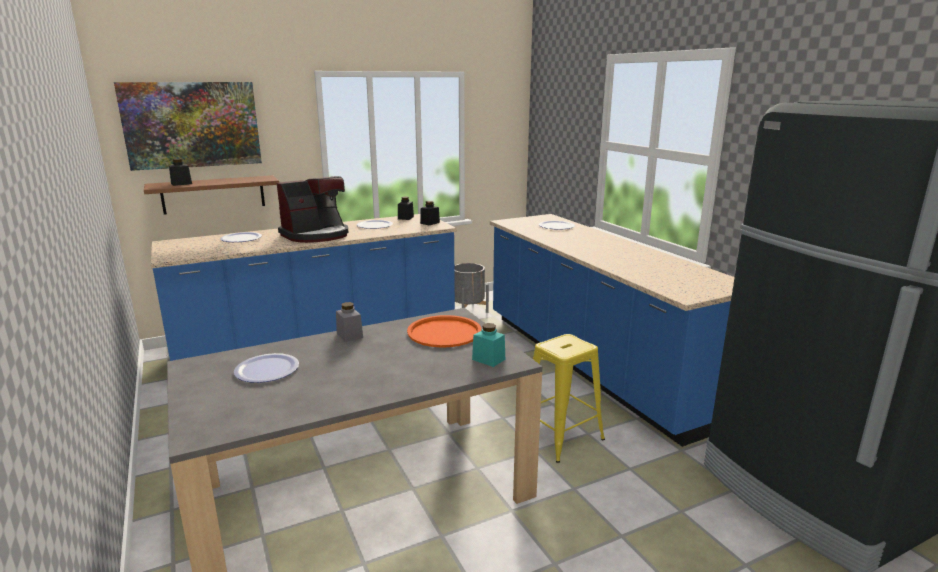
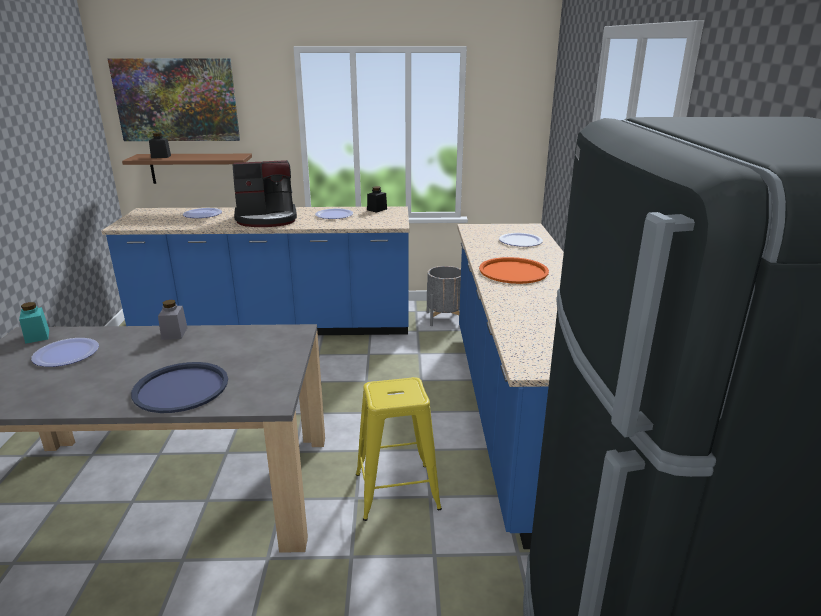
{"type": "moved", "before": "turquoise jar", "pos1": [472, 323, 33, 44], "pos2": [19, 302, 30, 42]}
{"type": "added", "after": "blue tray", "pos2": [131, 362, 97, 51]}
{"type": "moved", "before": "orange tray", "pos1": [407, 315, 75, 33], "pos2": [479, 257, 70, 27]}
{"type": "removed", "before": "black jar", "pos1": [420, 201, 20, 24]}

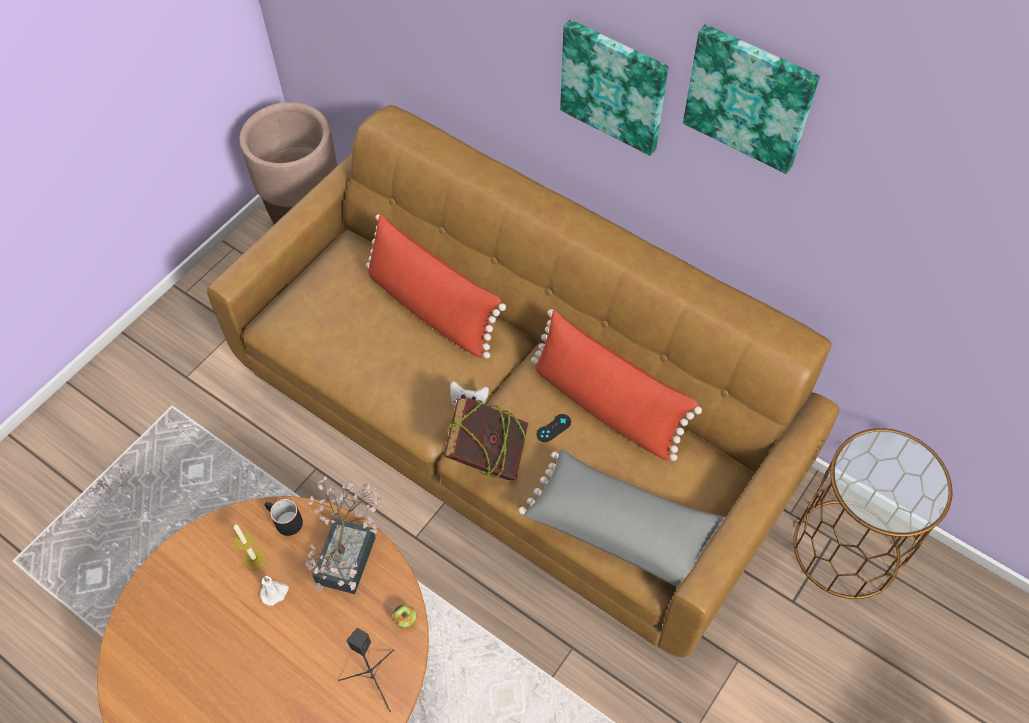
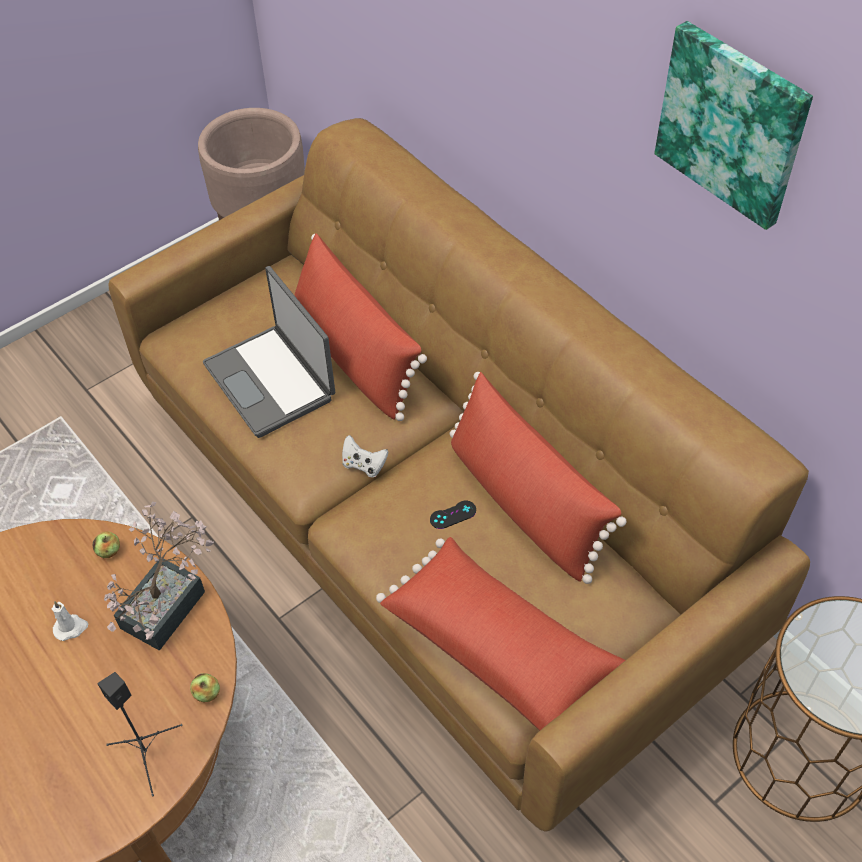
{"type": "replaced", "before": "black mug", "after": "apple", "pos1": [265, 499, 38, 37], "pos2": [93, 531, 27, 27]}
{"type": "added", "after": "laptop", "pos2": [203, 266, 132, 172]}
{"type": "recoloured", "before": "grey pillow", "after": "red pillow", "pos1": [519, 449, 207, 139], "pos2": [376, 537, 249, 194]}
{"type": "removed", "before": "candle", "pos1": [234, 524, 32, 46]}
{"type": "removed", "before": "book", "pos1": [444, 397, 84, 83]}
{"type": "removed", "before": "picture", "pos1": [560, 20, 108, 136]}

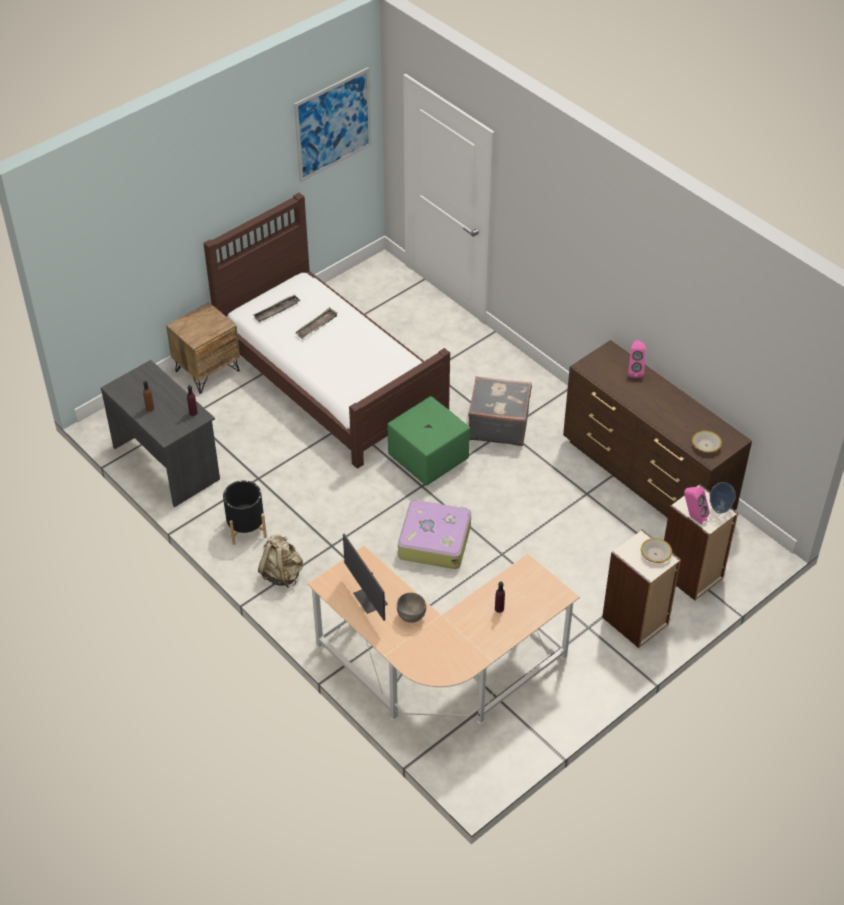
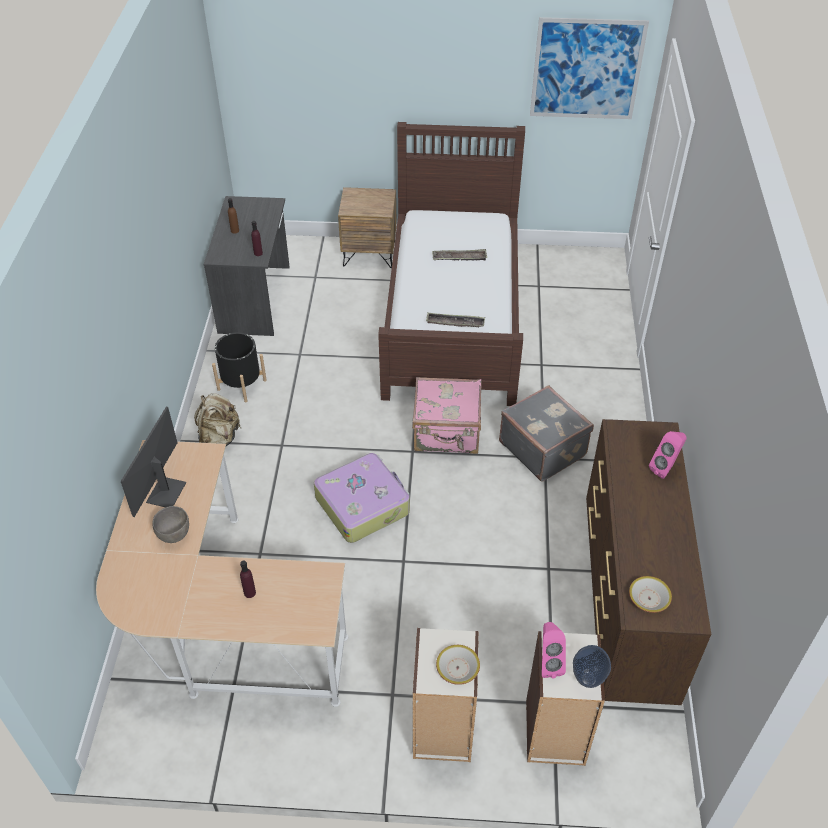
{"type": "replaced", "before": "green ottoman", "after": "pink suitcase", "pos1": [387, 396, 83, 89], "pos2": [412, 377, 70, 77]}
{"type": "moved", "before": "tray", "pos1": [253, 295, 47, 27], "pos2": [426, 313, 59, 14]}

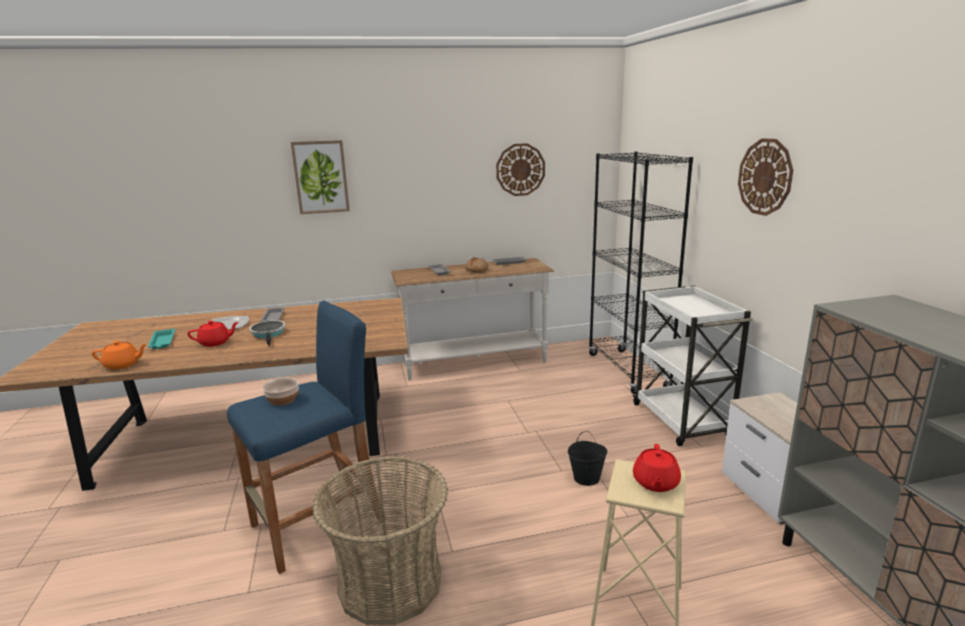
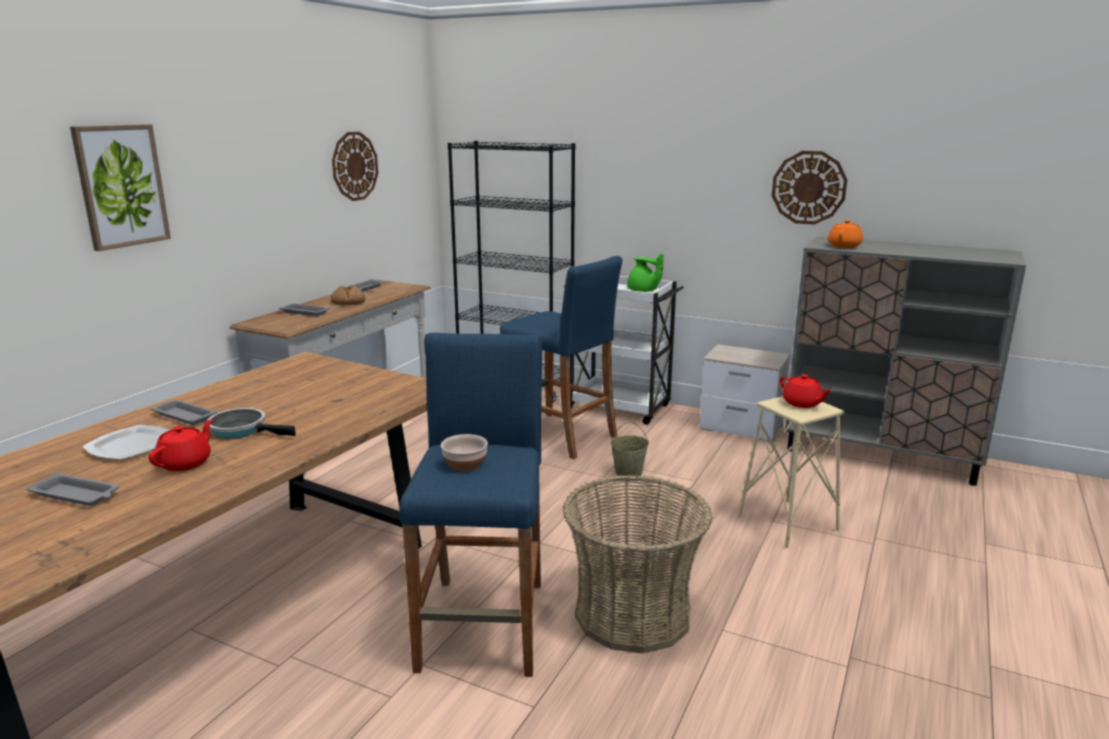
{"type": "recoloured", "before": "turquoise tray", "after": "grey tray", "pos1": [148, 328, 27, 21], "pos2": [26, 473, 94, 33]}
{"type": "added", "after": "blue stool", "pos2": [500, 256, 122, 203]}
{"type": "recoloured", "before": "black bucket", "after": "beige bucket", "pos1": [568, 431, 39, 55], "pos2": [610, 421, 39, 55]}
{"type": "added", "after": "green teapot", "pos2": [627, 253, 37, 39]}
{"type": "moved", "before": "wall clock", "pos1": [738, 138, 55, 78], "pos2": [772, 151, 75, 74]}
{"type": "moved", "before": "orange teapot", "pos1": [92, 341, 55, 29], "pos2": [828, 220, 35, 28]}

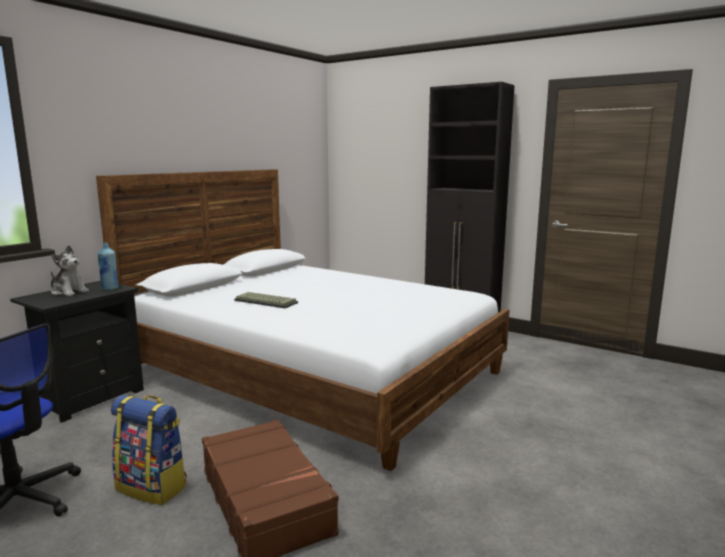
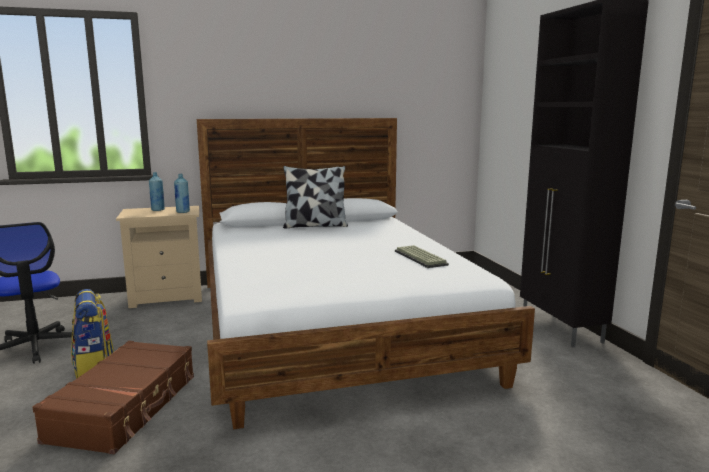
{"type": "recoloured", "before": "black nightstand", "after": "beige nightstand", "pos1": [10, 281, 134, 142], "pos2": [116, 206, 86, 102]}
{"type": "replaced", "before": "plush toy", "after": "blue bottle", "pos1": [51, 245, 38, 51], "pos2": [149, 172, 16, 39]}
{"type": "added", "after": "pillow", "pos2": [283, 166, 65, 63]}
{"type": "moved", "before": "keyboard", "pos1": [234, 292, 64, 16], "pos2": [395, 245, 54, 23]}

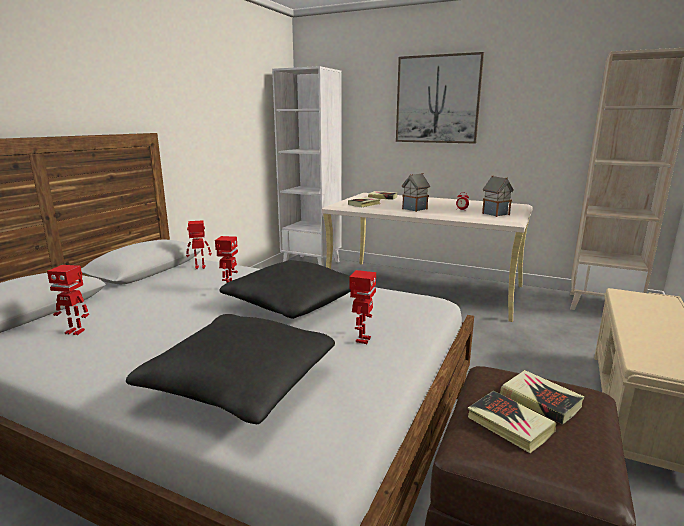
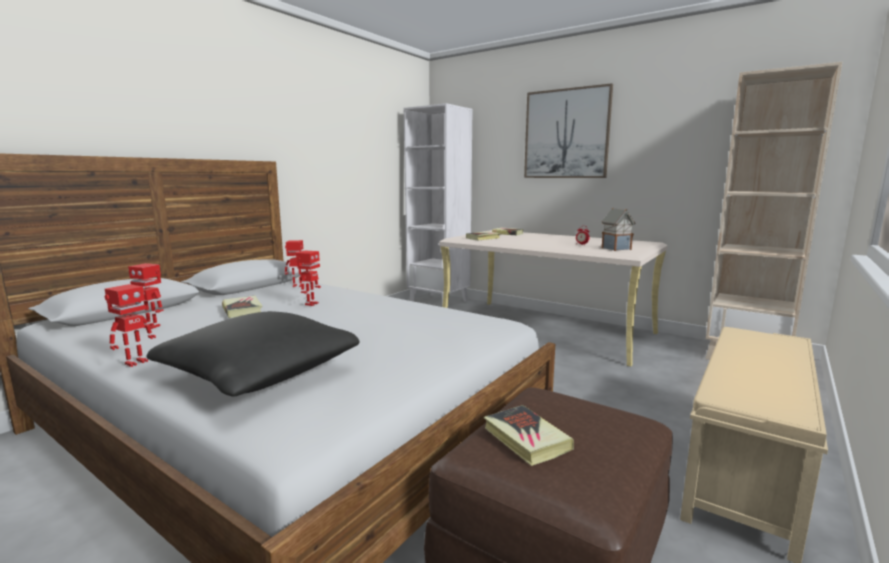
{"type": "moved", "before": "toy robot", "pos1": [349, 270, 27, 74], "pos2": [105, 284, 51, 83]}
{"type": "moved", "before": "book", "pos1": [500, 370, 84, 54], "pos2": [222, 296, 40, 22]}
{"type": "removed", "before": "black pillow", "pos1": [219, 260, 132, 59]}
{"type": "removed", "before": "toy house", "pos1": [402, 173, 28, 39]}

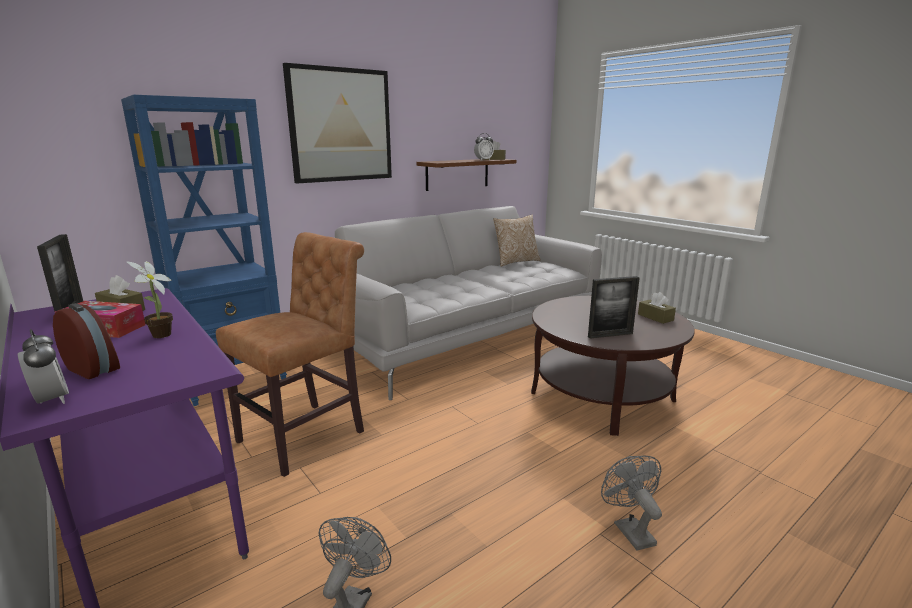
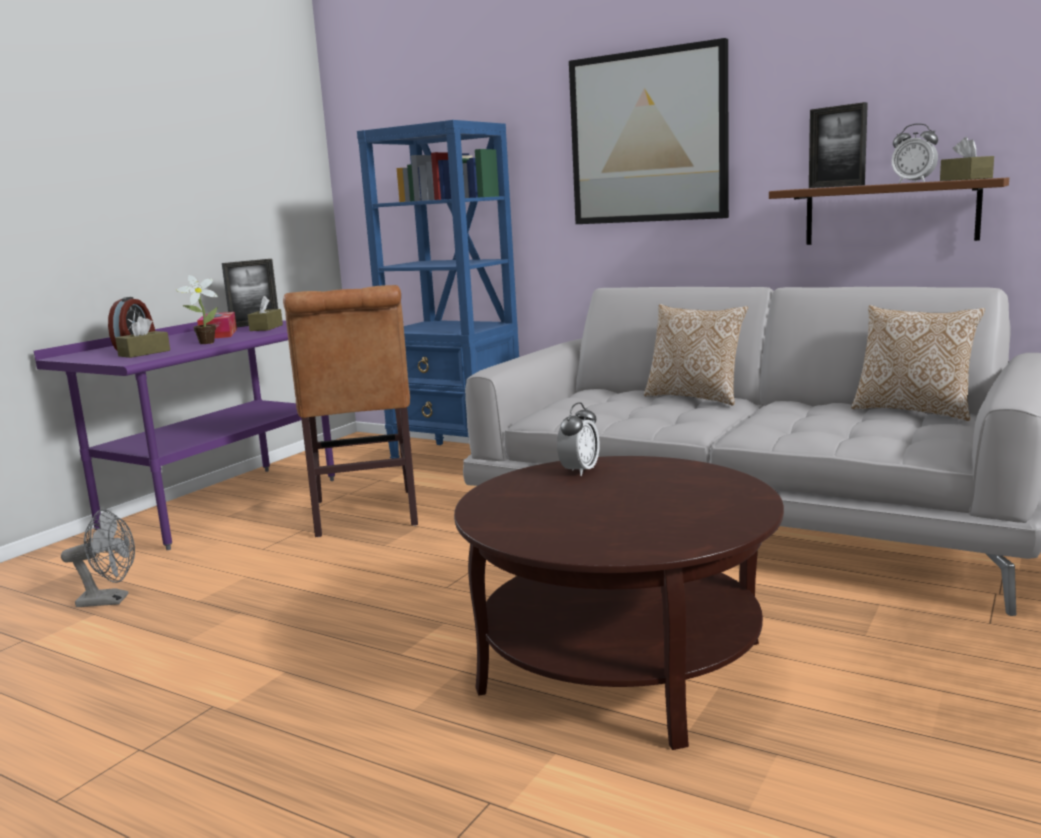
{"type": "moved", "before": "brown tissue box", "pos1": [638, 292, 38, 32], "pos2": [115, 316, 55, 42]}
{"type": "turned", "before": "brown chair", "pos1": [216, 232, 148, 245], "pos2": [283, 285, 135, 252], "turn": 60}
{"type": "moved", "before": "alarm clock", "pos1": [18, 329, 51, 75], "pos2": [557, 402, 43, 74]}
{"type": "added", "after": "pillow", "pos2": [644, 304, 104, 102]}
{"type": "moved", "before": "picture frame", "pos1": [588, 276, 52, 63], "pos2": [809, 102, 59, 86]}
{"type": "removed", "before": "grey fan", "pos1": [601, 455, 61, 96]}

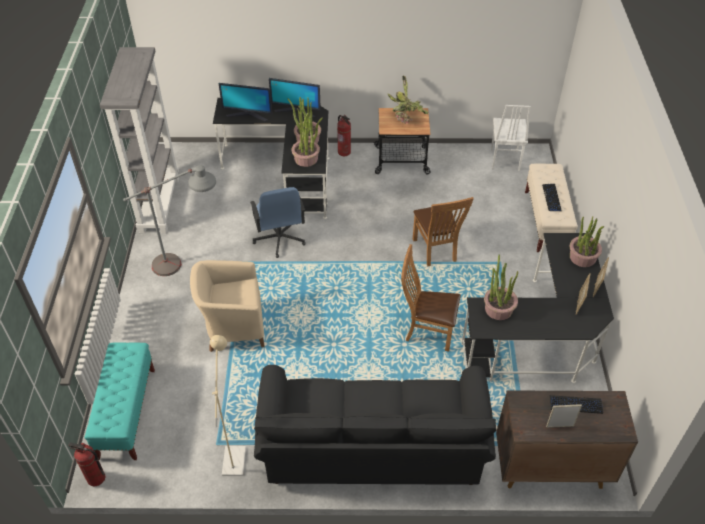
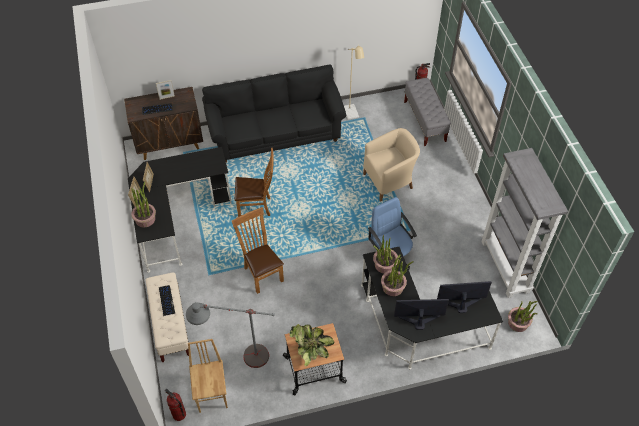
{"type": "moved", "before": "fire extinguisher", "pos1": [337, 115, 14, 41], "pos2": [165, 389, 21, 32]}
{"type": "moved", "before": "grey floor lamp", "pos1": [123, 165, 93, 111], "pos2": [186, 302, 89, 66]}
{"type": "recoloured", "before": "white chair", "after": "brown chair", "pos1": [491, 105, 40, 66], "pos2": [188, 339, 40, 74]}
{"type": "recoloured", "before": "turquoise bench", "after": "grey bench", "pos1": [85, 343, 70, 117], "pos2": [404, 78, 47, 68]}
{"type": "moved", "before": "potted plant", "pos1": [484, 254, 34, 66], "pos2": [508, 301, 30, 31]}

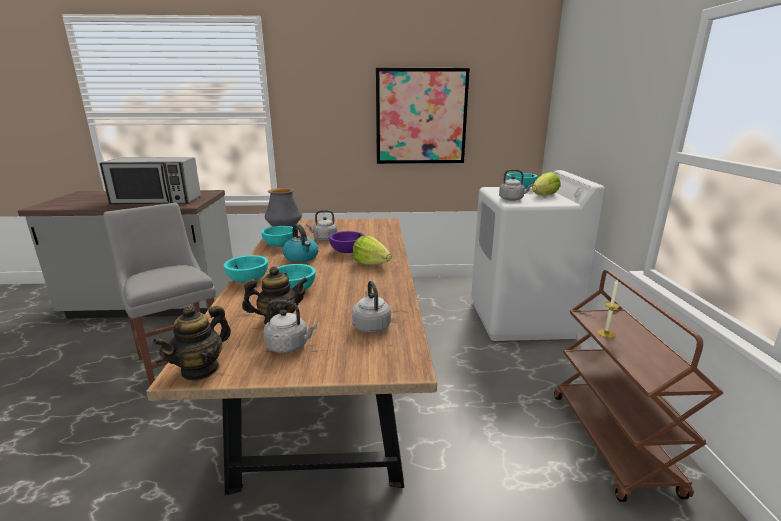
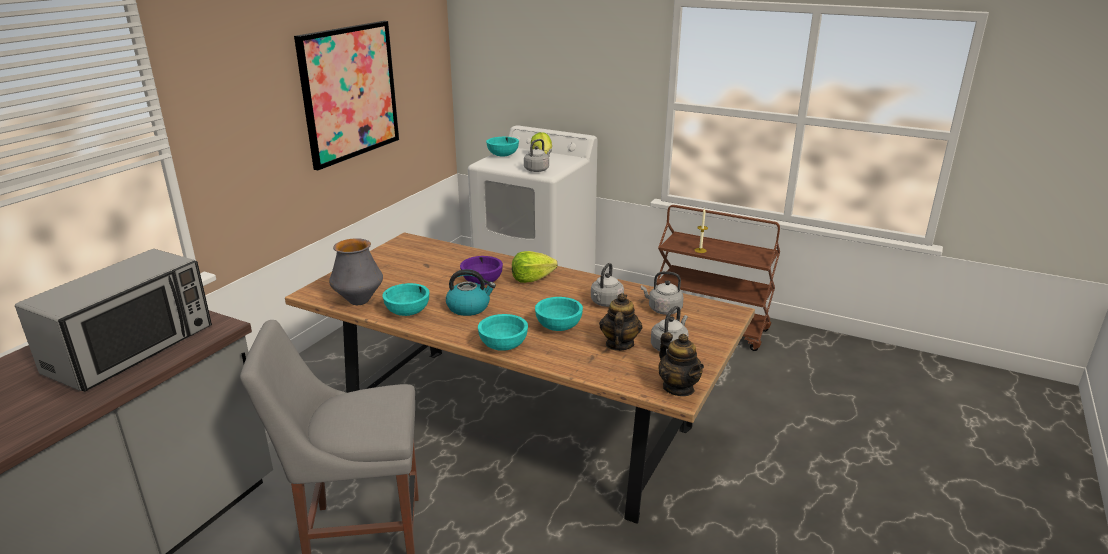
{"type": "moved", "before": "grey kettle", "pos1": [306, 210, 32, 31], "pos2": [591, 263, 33, 44]}

